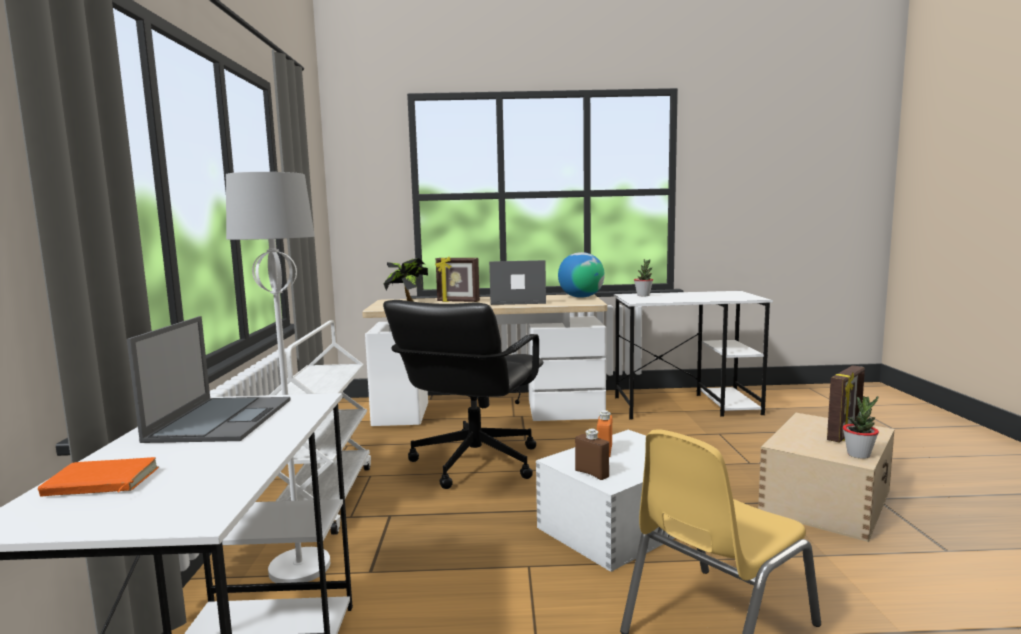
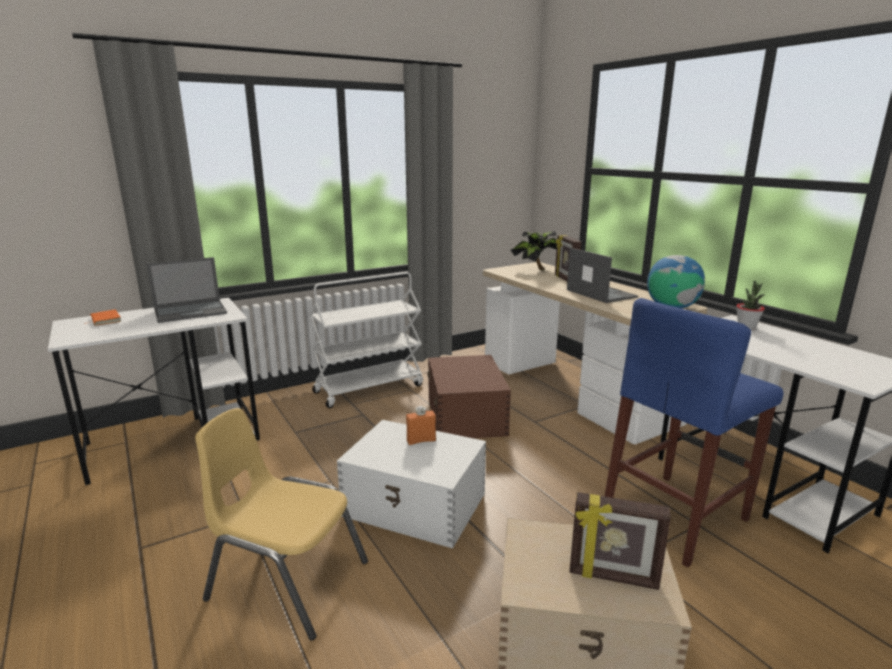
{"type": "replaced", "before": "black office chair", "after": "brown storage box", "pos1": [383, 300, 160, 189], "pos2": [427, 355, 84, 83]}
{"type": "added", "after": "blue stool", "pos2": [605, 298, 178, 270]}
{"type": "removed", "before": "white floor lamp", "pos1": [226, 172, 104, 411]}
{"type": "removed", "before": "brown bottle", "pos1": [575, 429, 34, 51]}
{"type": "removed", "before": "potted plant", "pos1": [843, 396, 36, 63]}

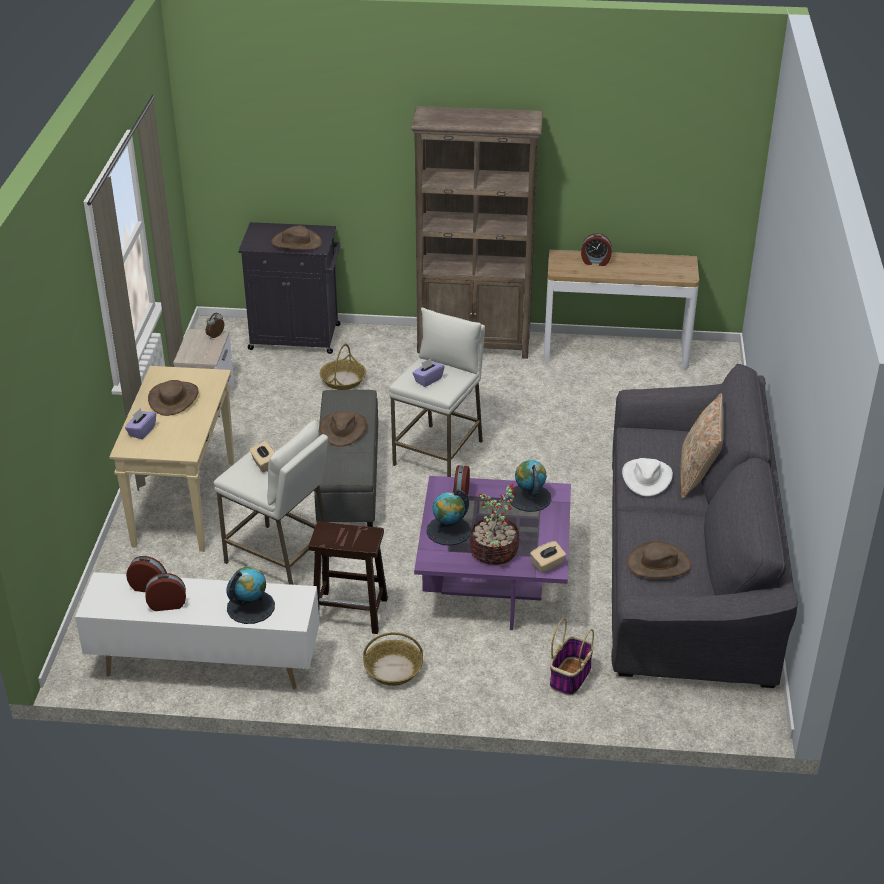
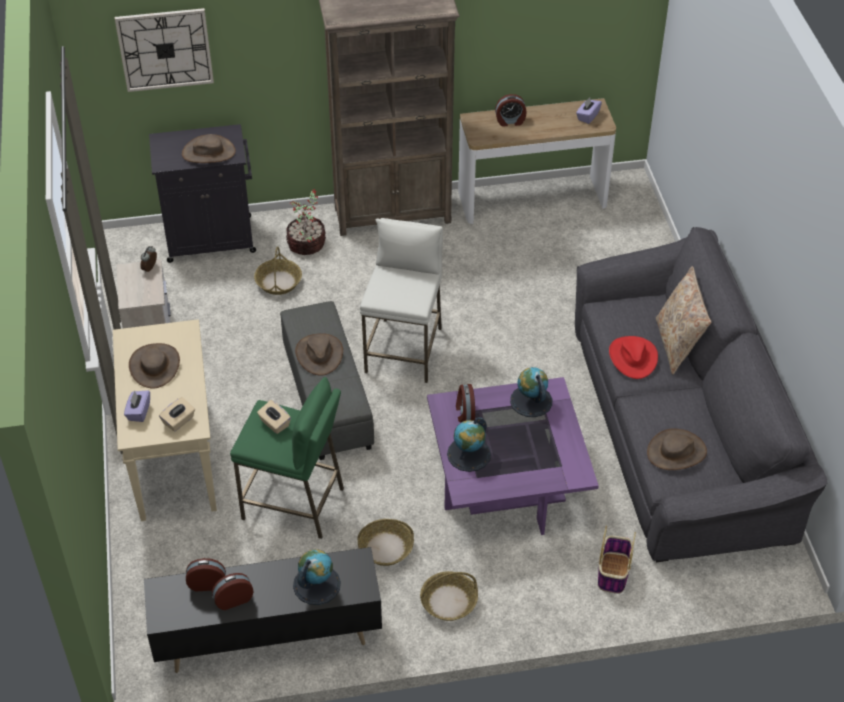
{"type": "added", "after": "wall clock", "pos2": [115, 8, 99, 84]}
{"type": "recoloured", "before": "white tv stand", "after": "black tv stand", "pos1": [75, 572, 244, 117], "pos2": [144, 547, 238, 126]}
{"type": "moved", "before": "beige tissue box", "pos1": [530, 541, 36, 32], "pos2": [159, 397, 36, 35]}
{"type": "recoloured", "before": "white stool", "after": "green stool", "pos1": [214, 421, 117, 164], "pos2": [230, 377, 114, 162]}
{"type": "moved", "before": "potted plant", "pos1": [470, 484, 49, 81], "pos2": [286, 189, 40, 66]}
{"type": "replaced", "before": "brown stool", "after": "basket", "pos1": [308, 521, 80, 113], "pos2": [357, 519, 57, 47]}
{"type": "moved", "before": "purple tissue box", "pos1": [412, 358, 32, 29], "pos2": [576, 98, 26, 26]}
{"type": "recoloured", "before": "white hat", "after": "red hat", "pos1": [622, 458, 51, 38], "pos2": [609, 336, 49, 43]}

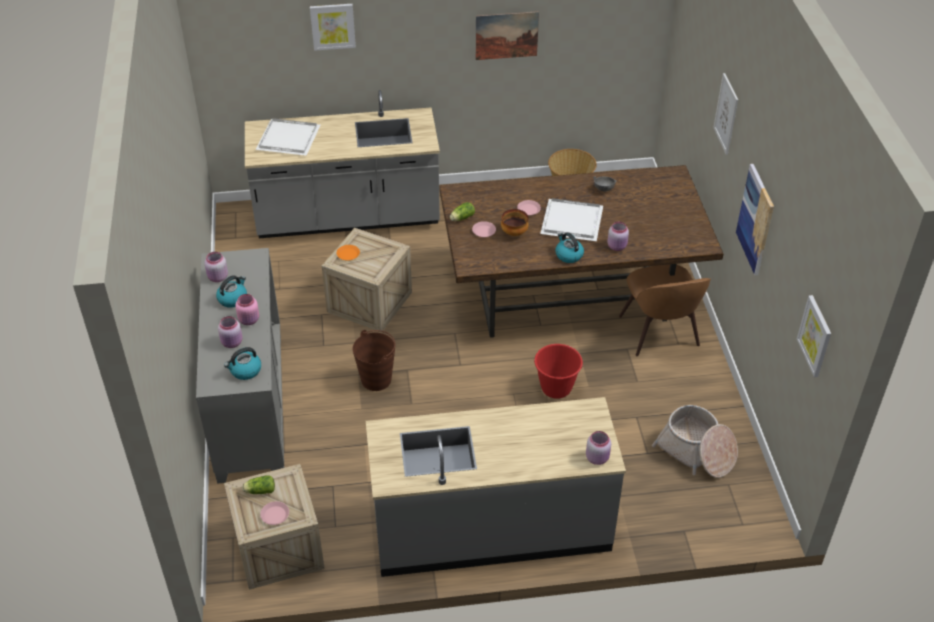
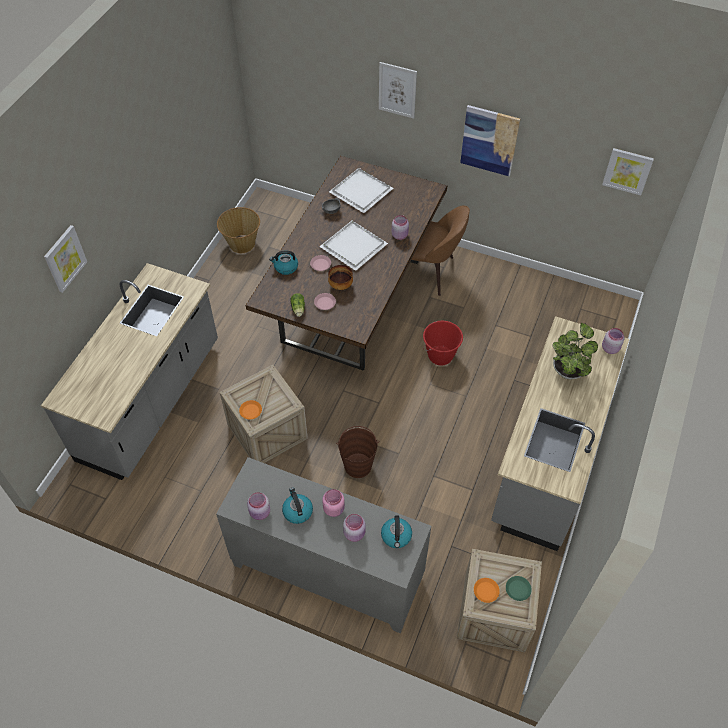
{"type": "moved", "before": "kettle", "pos1": [555, 232, 29, 31], "pos2": [269, 250, 29, 25]}
{"type": "moved", "before": "white tray", "pos1": [255, 118, 65, 38], "pos2": [329, 168, 65, 45]}
{"type": "replaced", "before": "lettuce", "after": "orange plate", "pos1": [242, 475, 33, 19], "pos2": [474, 578, 26, 25]}
{"type": "recoloured", "before": "pink plate", "after": "green plate", "pos1": [260, 501, 29, 24], "pos2": [506, 576, 26, 25]}
{"type": "added", "after": "potted plant", "pos2": [553, 323, 45, 56]}
{"type": "removed", "before": "picture", "pos1": [476, 11, 63, 49]}
{"type": "removed", "before": "basket", "pos1": [652, 405, 86, 73]}

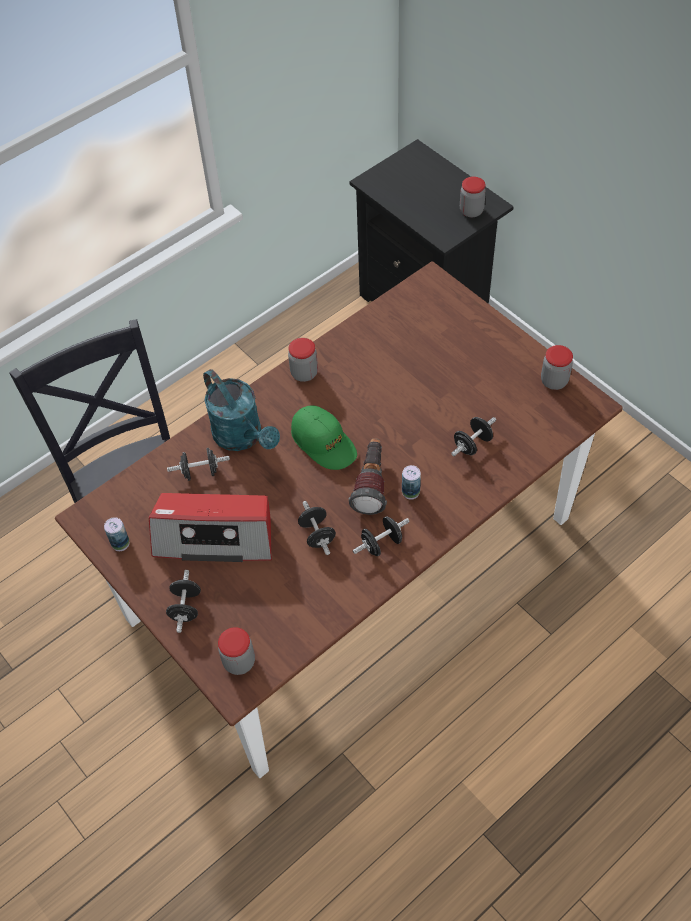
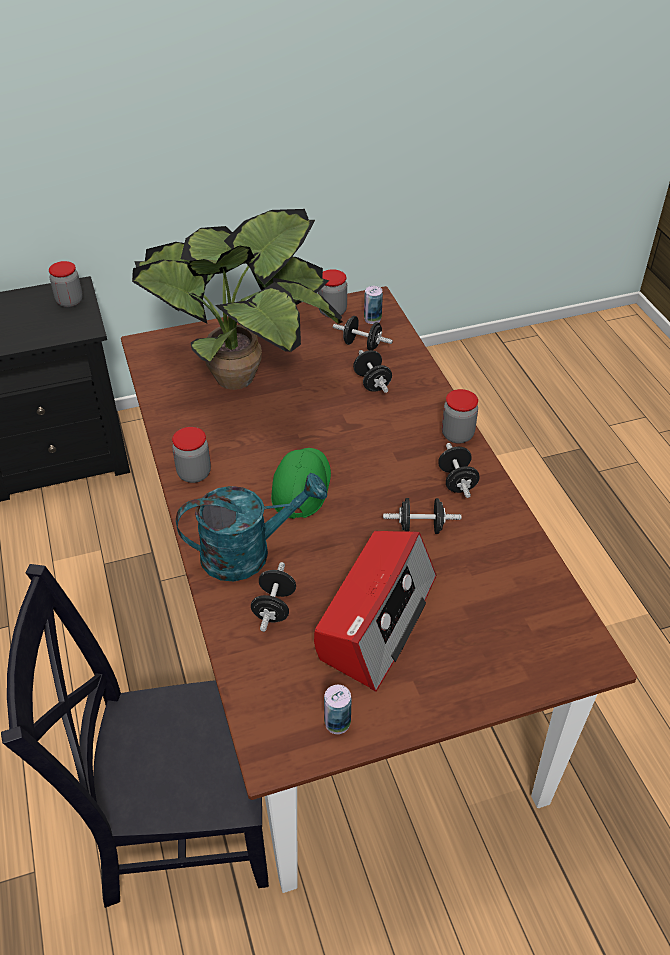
{"type": "added", "after": "potted plant", "pos2": [132, 209, 211, 181]}
{"type": "turned", "before": "green cap", "pos1": [291, 406, 66, 64], "pos2": [271, 448, 60, 71], "turn": -60}
{"type": "moved", "before": "black dumbbell", "pos1": [166, 570, 35, 63], "pos2": [333, 316, 60, 34]}
{"type": "moved", "before": "can", "pos1": [402, 465, 19, 35], "pos2": [364, 286, 19, 38]}
{"type": "moved", "before": "jar", "pos1": [218, 627, 37, 48], "pos2": [442, 389, 36, 55]}
{"type": "removed", "before": "flashlight", "pos1": [348, 438, 39, 77]}

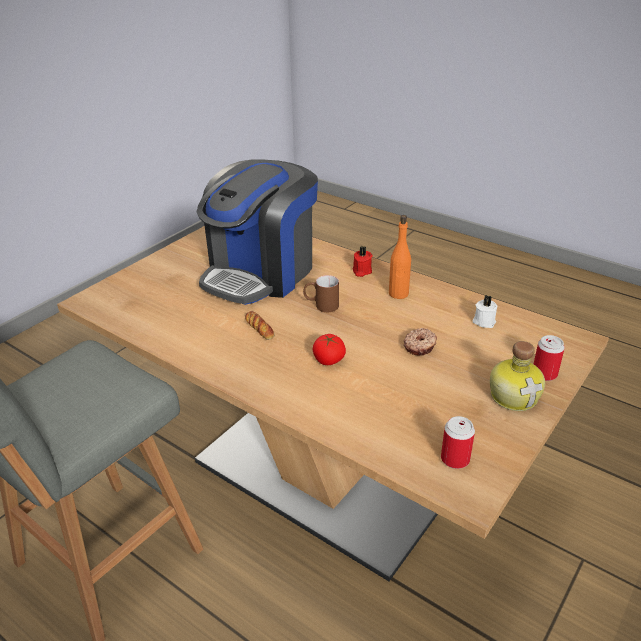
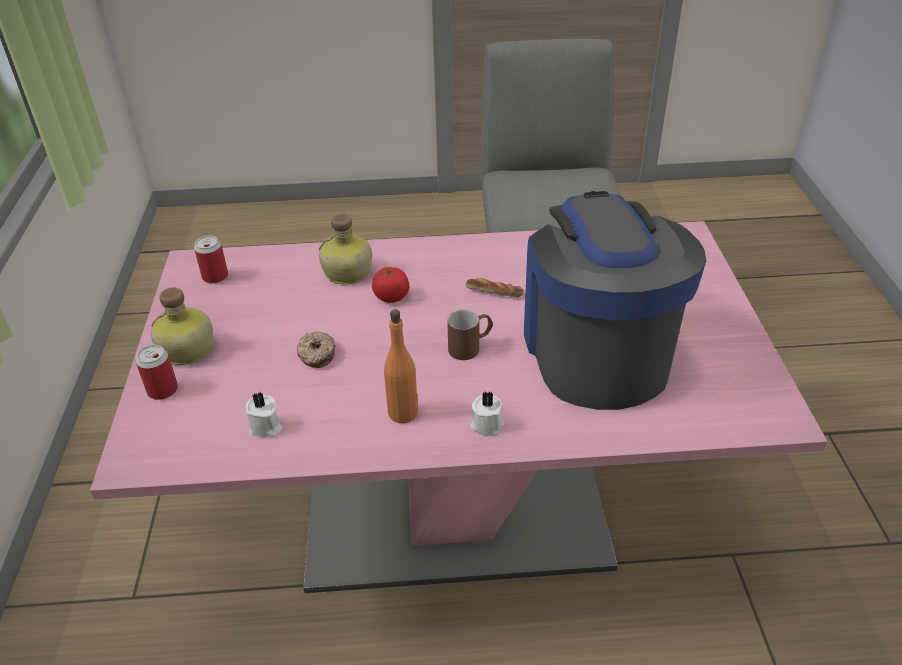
{"type": "recoloured", "before": "brown dining table", "after": "pink dining table", "pos1": [57, 226, 552, 355], "pos2": [90, 221, 738, 372]}
{"type": "added", "after": "bottle", "pos2": [319, 214, 53, 70]}
{"type": "recoloured", "before": "red candle", "after": "white candle", "pos1": [353, 246, 20, 31], "pos2": [470, 391, 34, 45]}

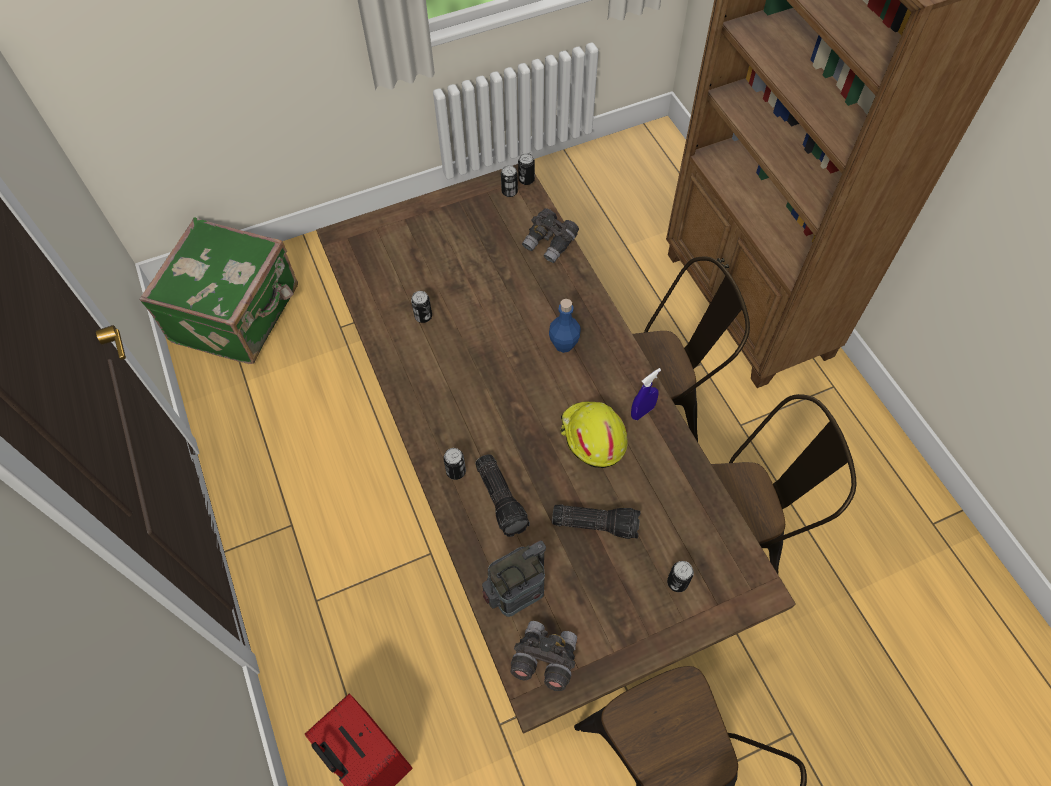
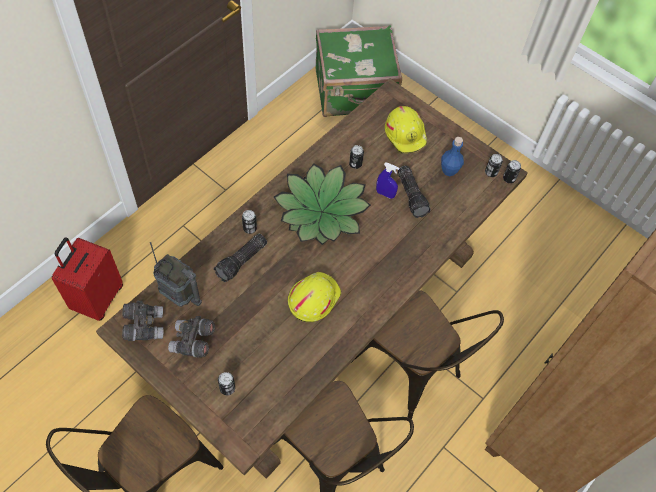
{"type": "moved", "before": "grey binoculars", "pos1": [522, 208, 57, 55], "pos2": [168, 316, 47, 42]}
{"type": "added", "after": "potted plant", "pos2": [274, 163, 97, 82]}
{"type": "moved", "before": "blue spray bottle", "pos1": [631, 368, 30, 52], "pos2": [376, 162, 23, 37]}
{"type": "added", "after": "yellow hard hat", "pos2": [385, 106, 42, 48]}
{"type": "moved", "before": "flashlight", "pos1": [552, 504, 89, 35], "pos2": [398, 166, 33, 52]}
{"type": "moved", "before": "blue bottle", "pos1": [549, 299, 32, 54], "pos2": [441, 137, 23, 39]}

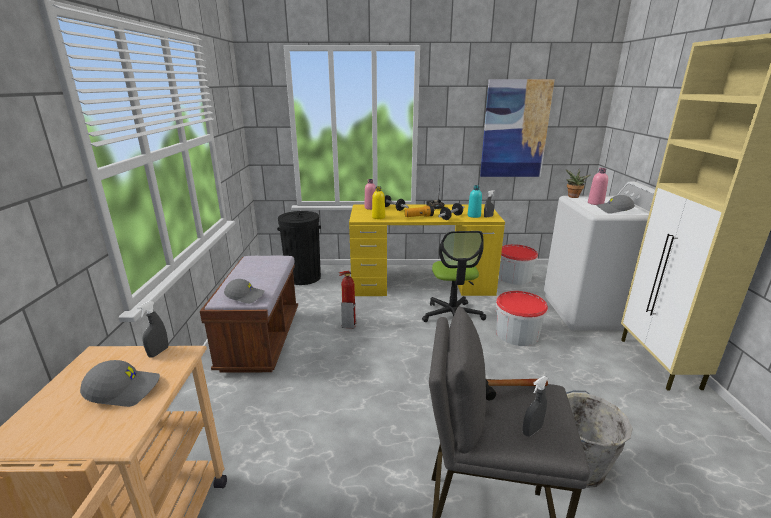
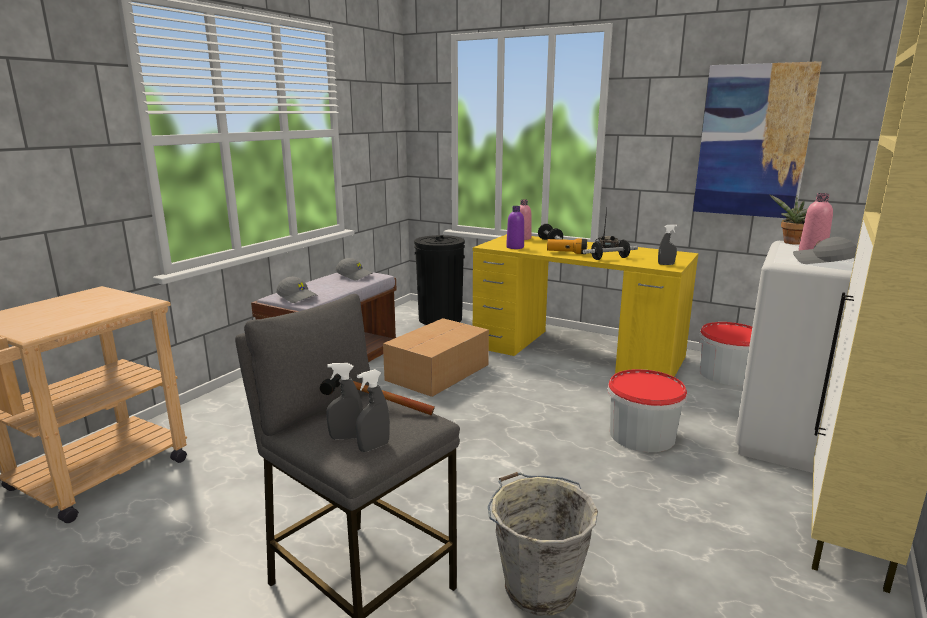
{"type": "moved", "before": "grey cap", "pos1": [80, 360, 80, 47], "pos2": [335, 258, 37, 22]}
{"type": "moved", "before": "grey spray bottle", "pos1": [137, 301, 31, 57], "pos2": [356, 369, 34, 83]}
{"type": "replaced", "before": "fire extinguisher", "after": "cardboard box", "pos1": [339, 271, 18, 58], "pos2": [383, 318, 106, 79]}
{"type": "recoloured", "before": "yellow bottle", "after": "purple bottle", "pos1": [372, 186, 13, 33], "pos2": [506, 206, 18, 43]}
{"type": "removed", "before": "office chair", "pos1": [422, 231, 64, 91]}
{"type": "removed", "before": "turquoise bottle", "pos1": [468, 185, 14, 33]}

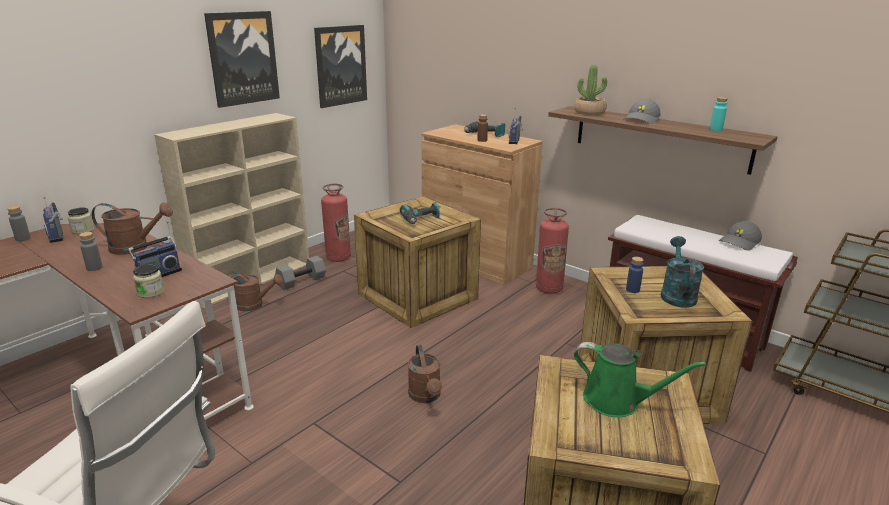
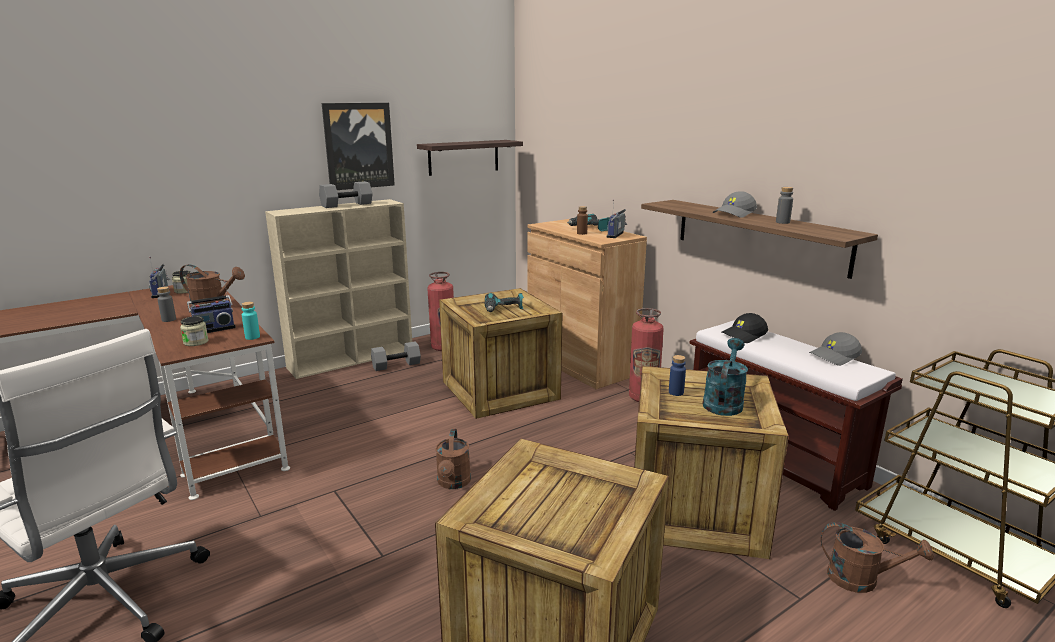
{"type": "moved", "before": "turquoise bottle", "pos1": [710, 97, 18, 34], "pos2": [242, 302, 18, 38]}
{"type": "added", "after": "grey dumbbell", "pos2": [319, 181, 54, 27]}
{"type": "replaced", "before": "picture", "after": "shelf", "pos1": [314, 25, 53, 83], "pos2": [417, 140, 106, 36]}
{"type": "added", "after": "black cap", "pos2": [721, 313, 47, 30]}
{"type": "moved", "before": "grey bottle", "pos1": [7, 206, 24, 35], "pos2": [776, 187, 17, 37]}
{"type": "moved", "before": "brown watering can", "pos1": [227, 272, 56, 39], "pos2": [821, 522, 113, 71]}
{"type": "removed", "before": "potted plant", "pos1": [574, 64, 33, 51]}
{"type": "removed", "before": "green watering can", "pos1": [574, 342, 132, 75]}

